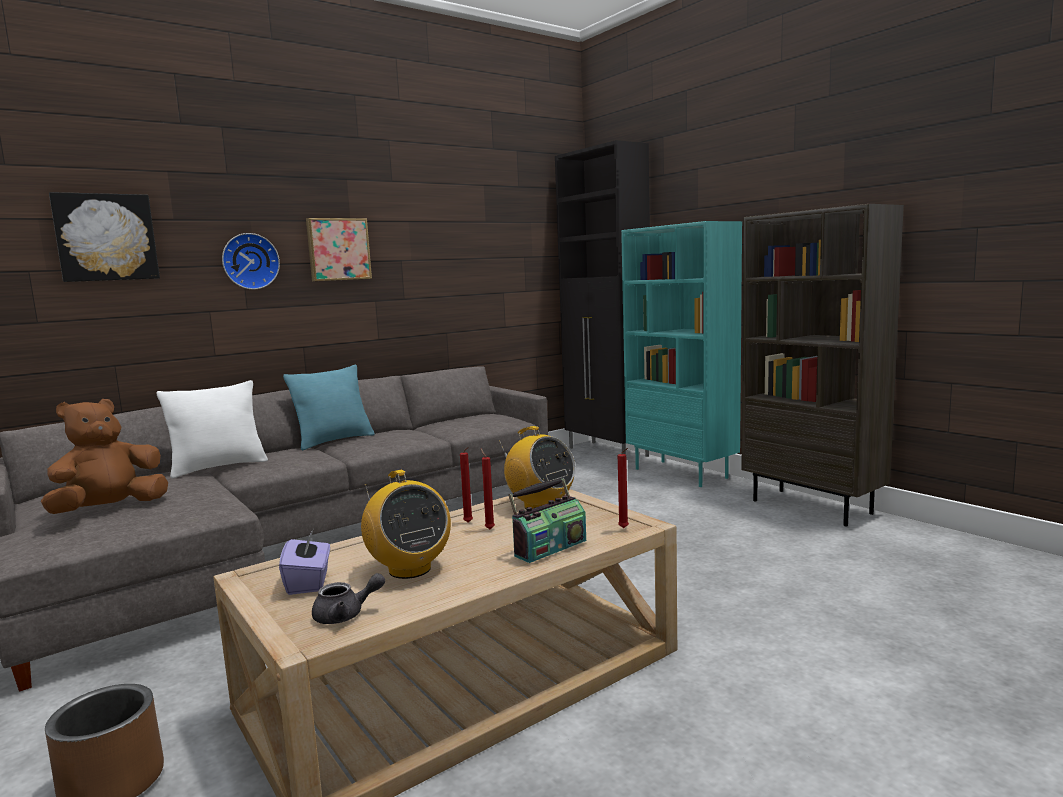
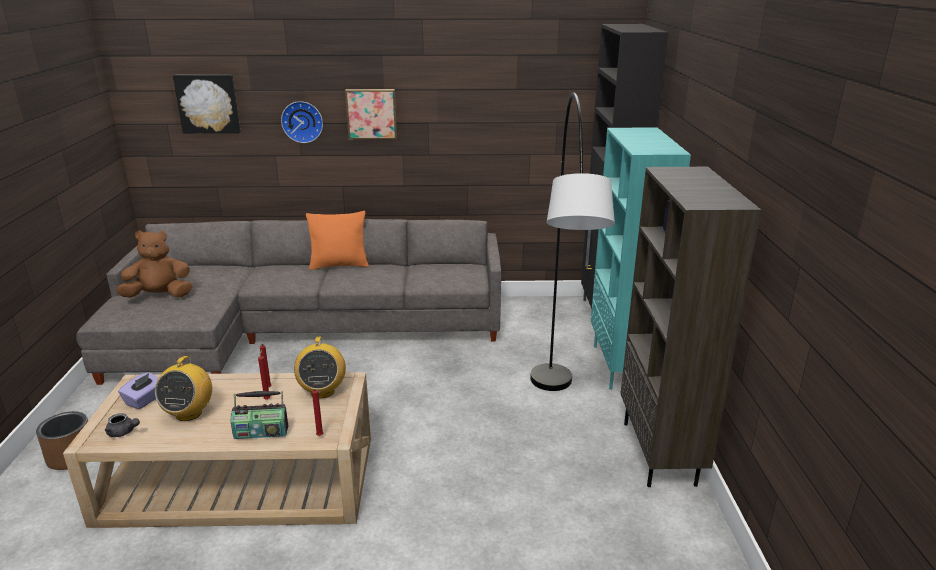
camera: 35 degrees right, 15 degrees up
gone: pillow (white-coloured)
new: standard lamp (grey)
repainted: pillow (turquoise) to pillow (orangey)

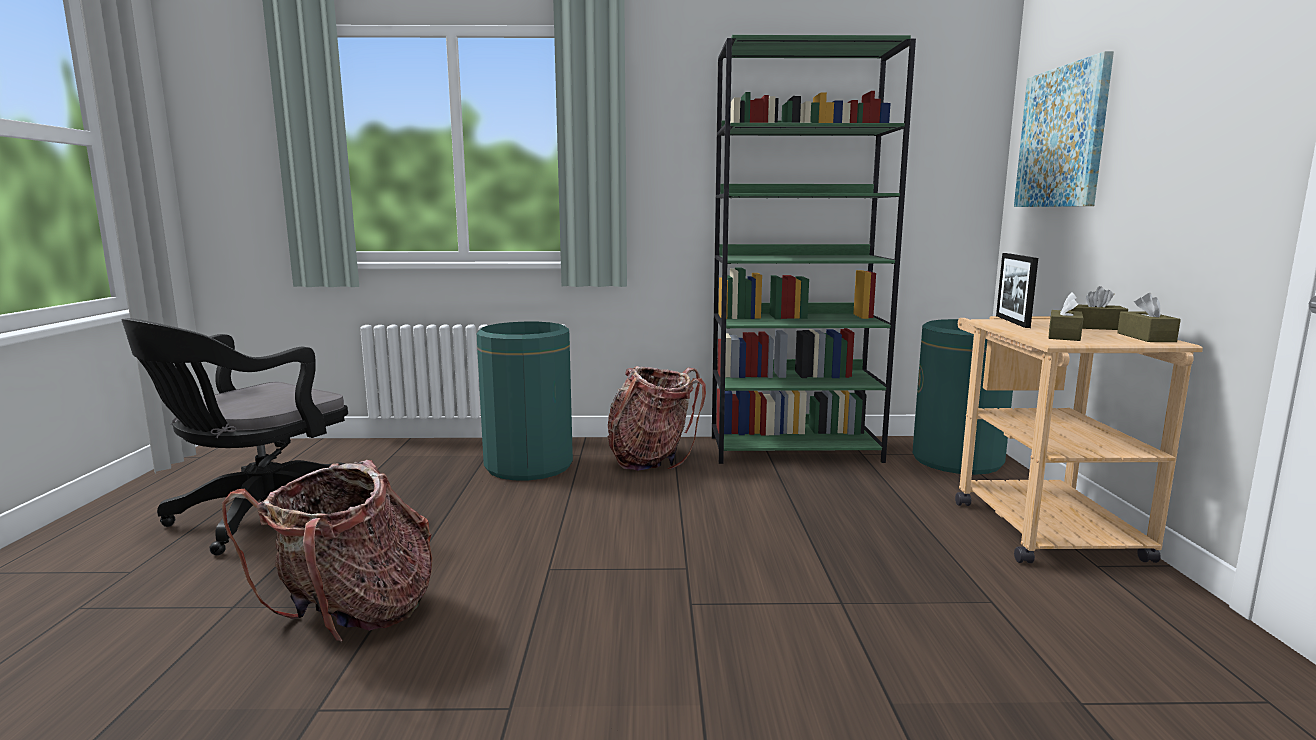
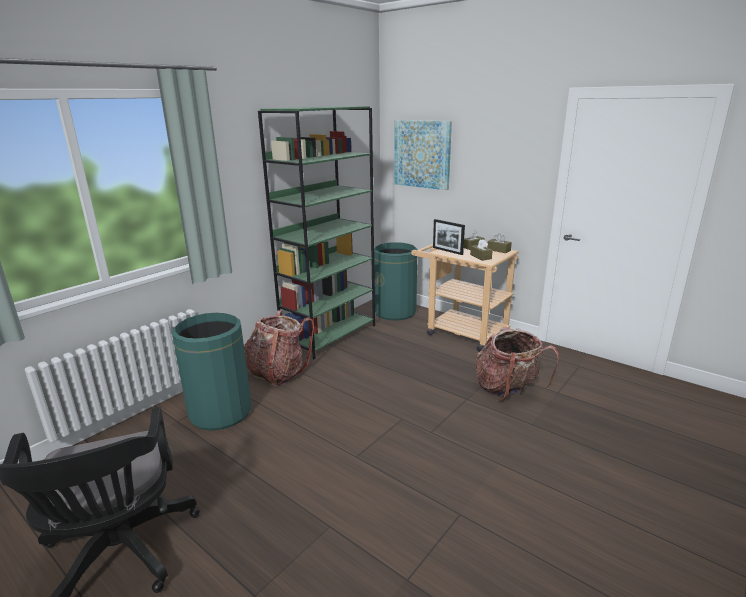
camera: 50 degrees left, 10 degrees up
shifted: rucksack (no. 1 from left in the first image) to rucksack (no. 2 from left)

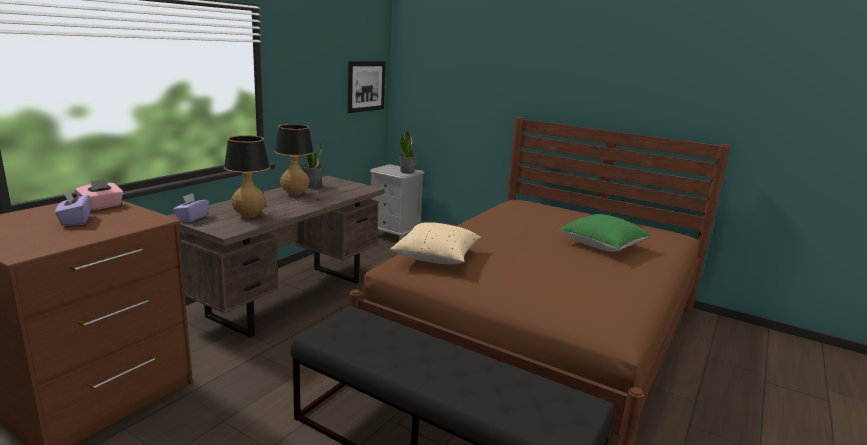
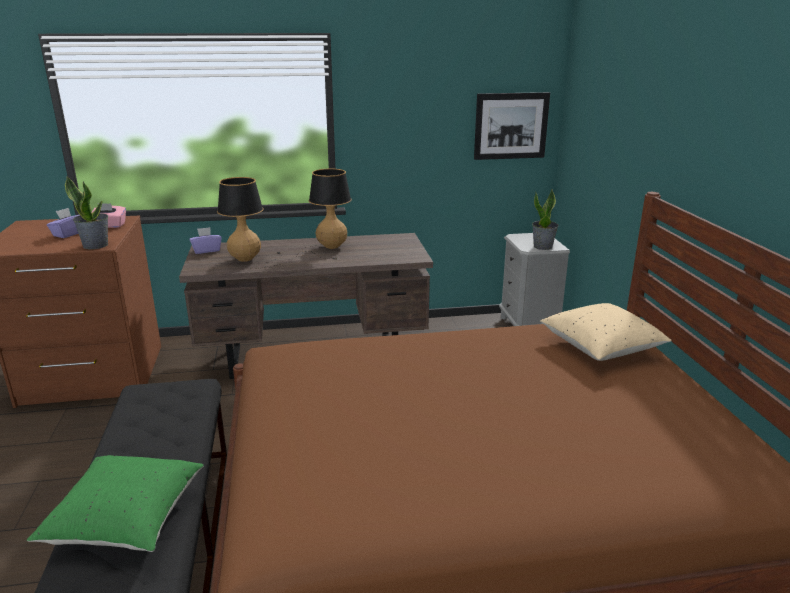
camera: 50 degrees right, 5 degrees up
shifted: pillow (green); potted plant (no. 1 from left); pillow (beige-coloured)

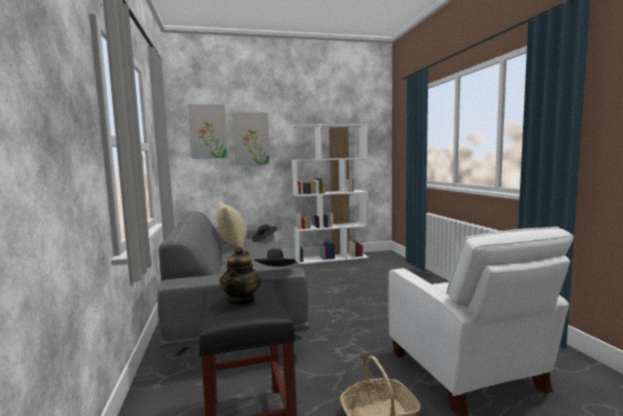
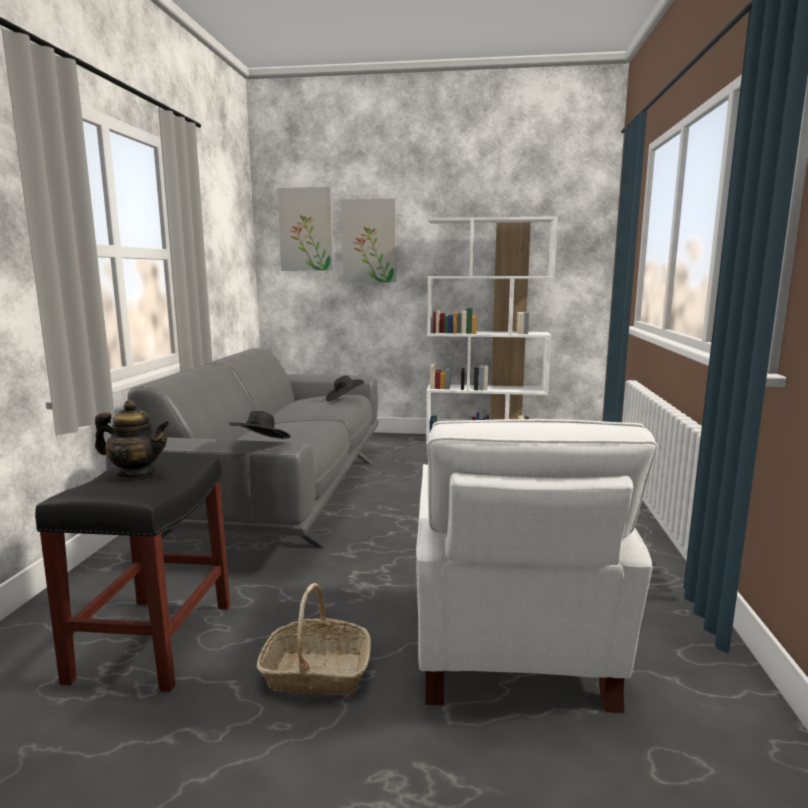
camera: 20 degrees right, 5 degrees up
gone: pillow (beige-coloured)
rotated: teapot 105 degrees counterclockwise

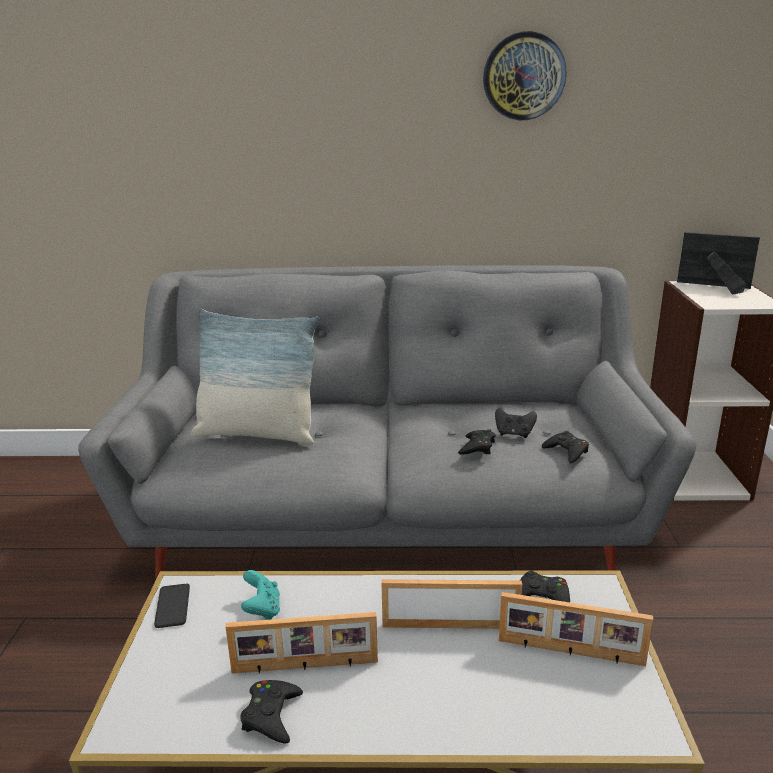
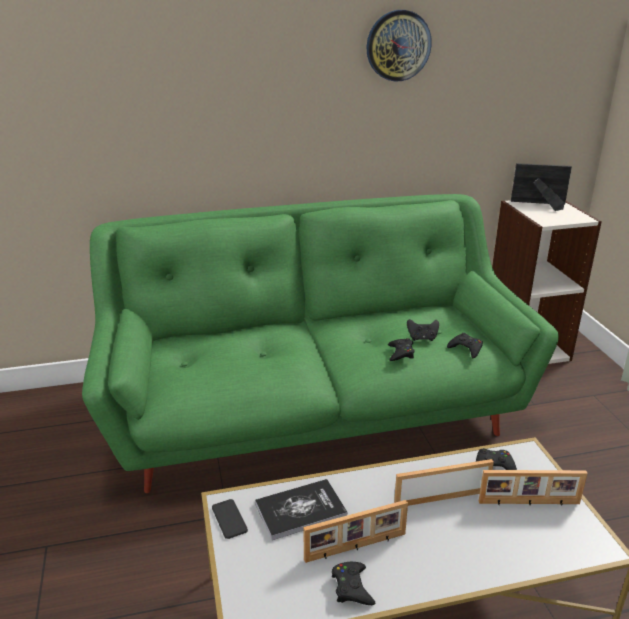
camera: 15 degrees left, 5 degrees up
gone: pillow
swapped: gamepad (turquoise) to bound book
repainted: couch (grey) to couch (green)

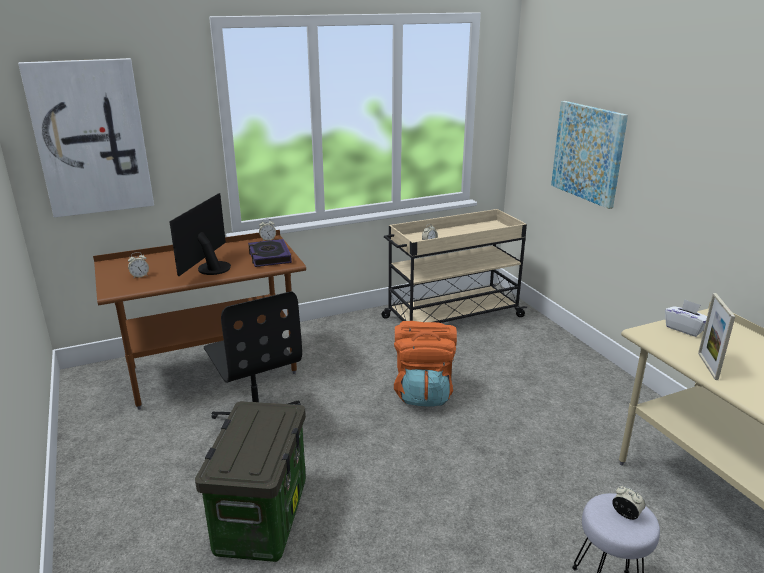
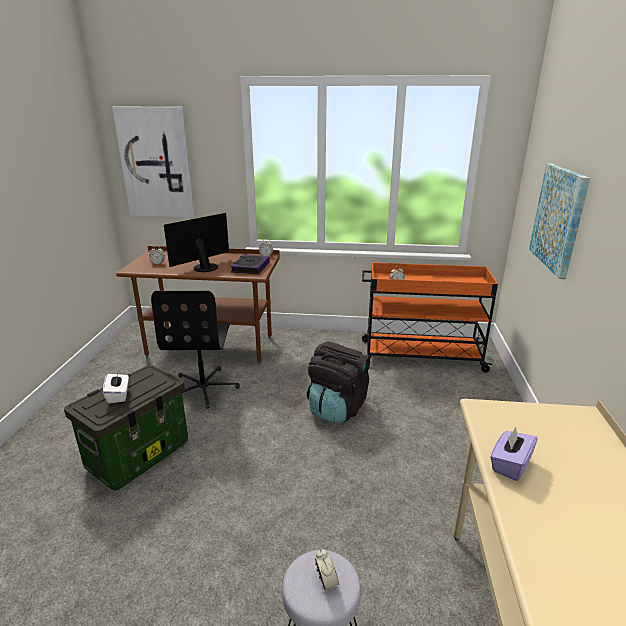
camera: 30 degrees right, 0 degrees up
shifted: box of tissues (white-coloured)
swapped: photo frame to box of tissues (purplish)
repainted: rucksack (orangey) to rucksack (black-coloured); cart (beige-coloured) to cart (orangey)

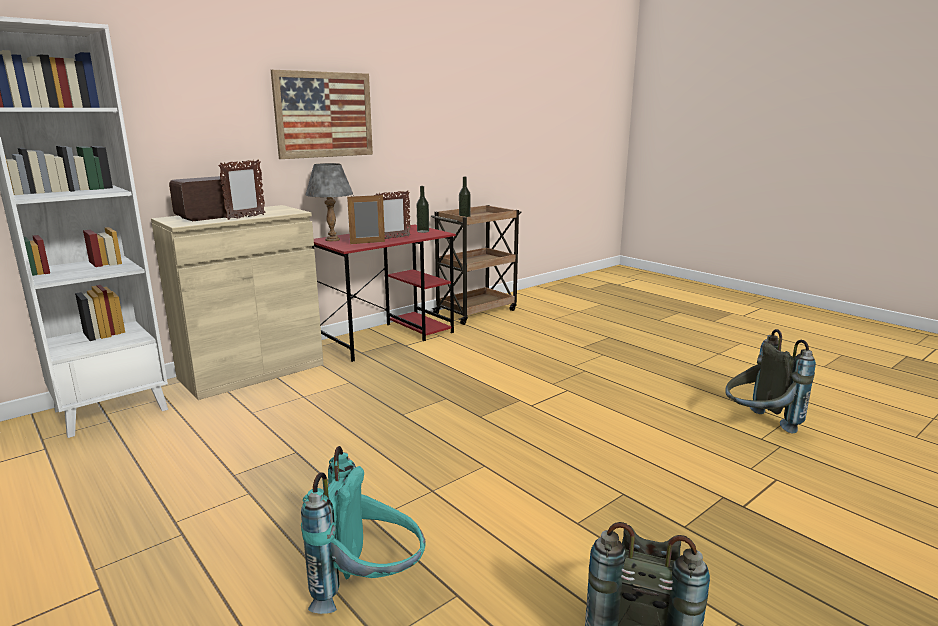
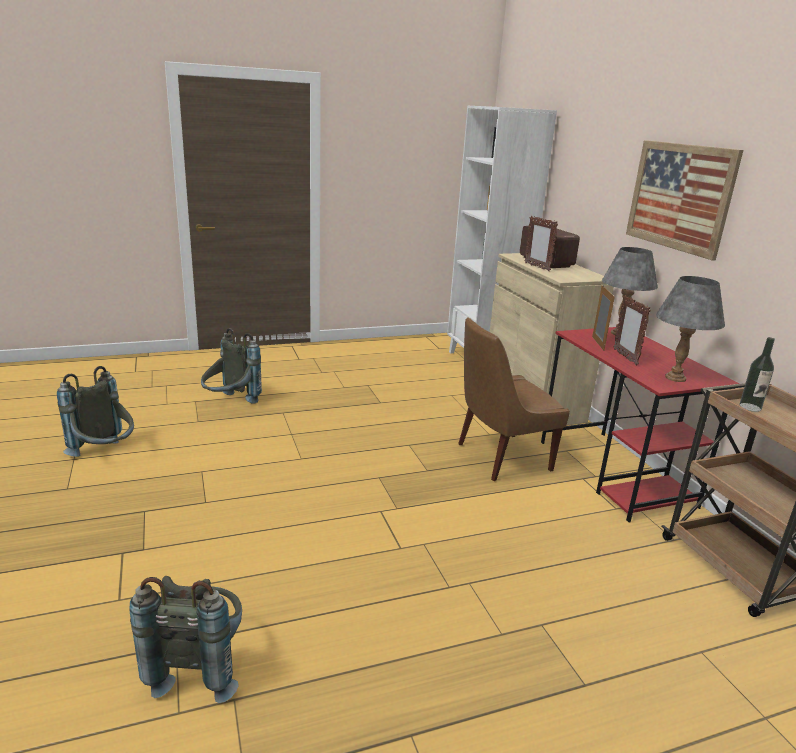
camera: 110 degrees right, 5 degrees up
new: upright chair (brown-coloured)
swapped: bottle (no. 1 from left) to lamp for a table (grey) (no. 2 from left)
repainted: rucksack (turquoise) to rucksack (grey) (no. 3 from left)

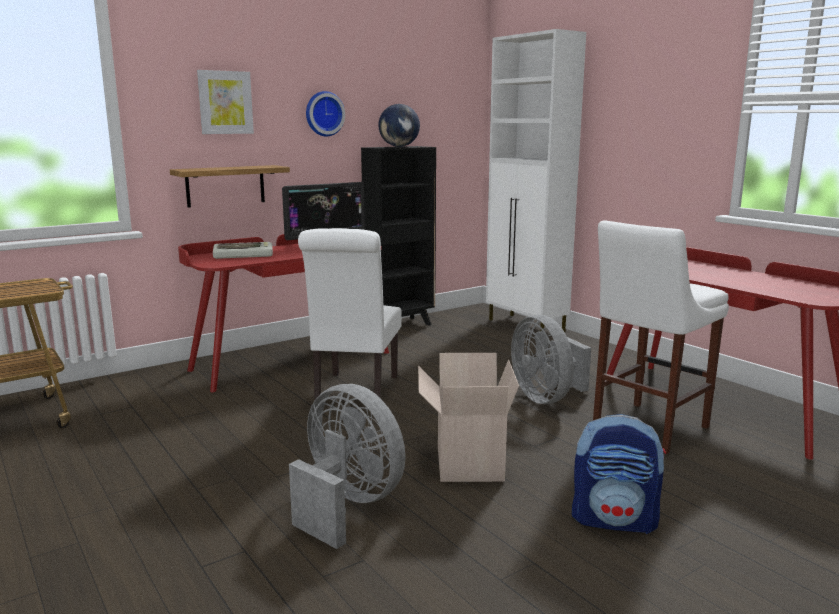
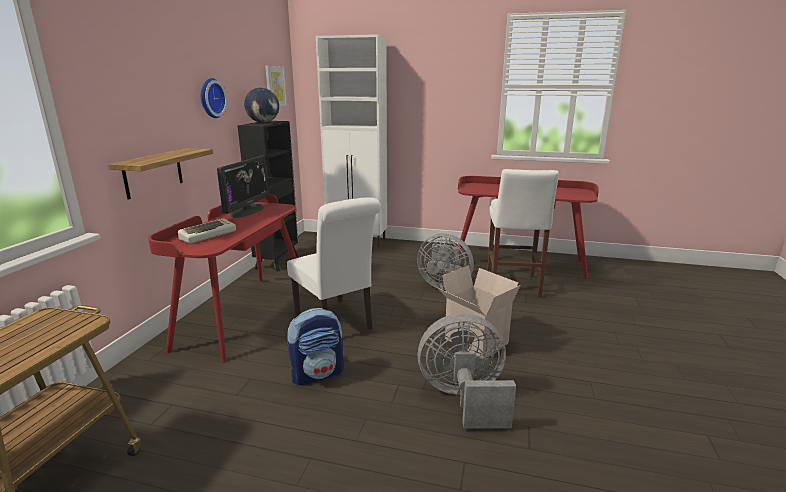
camera: 40 degrees left, 5 degrees up
shifted: wall art; rucksack

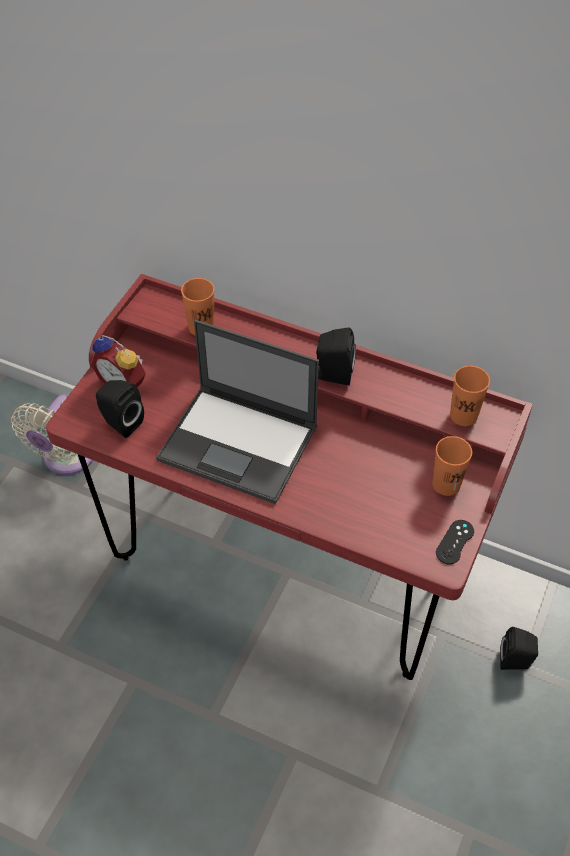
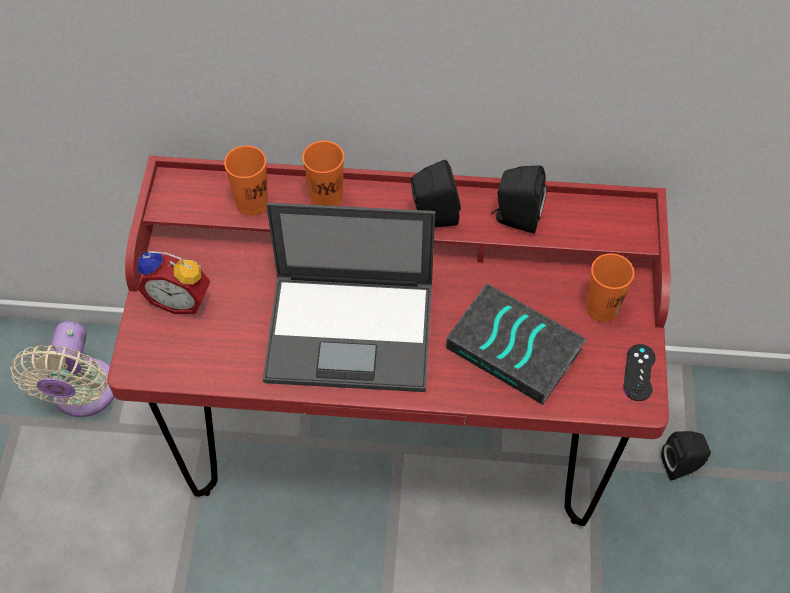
camera: 20 degrees left, 5 degrees up
new: bound book
shifted: drinking cup (orangey) (no. 3 from left in the first image) to drinking cup (orangey) (no. 2 from left); loudspeaker (black-coloured) (no. 1 from left in the first image) to loudspeaker (black-coloured) (no. 2 from left)

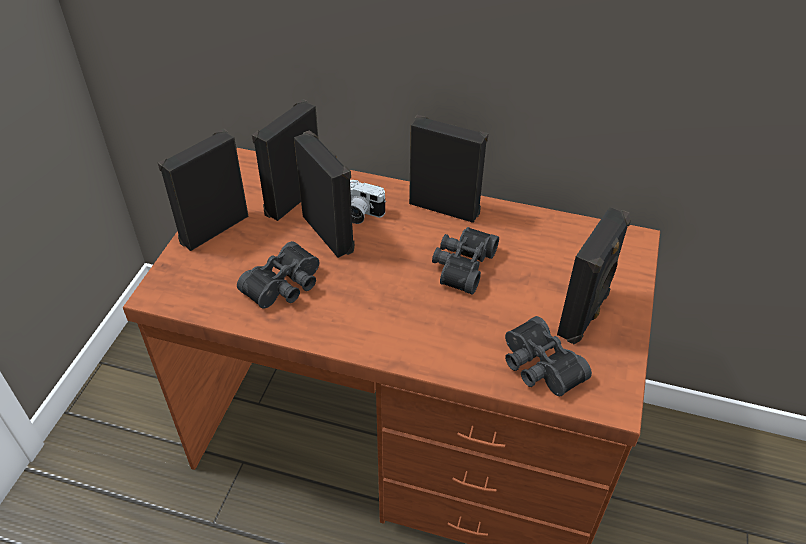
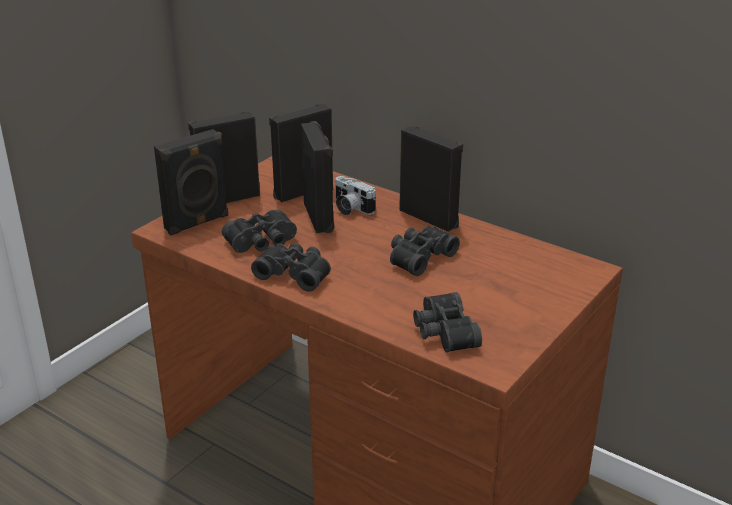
camera: 20 degrees right, 15 degrees down
new: pair of binoculars (black-coloured) (no. 2 from left)
shifted: loudspeaker (black-coloured) (no. 5 from left in the first image) to loudspeaker (black-coloured) (no. 1 from left)

